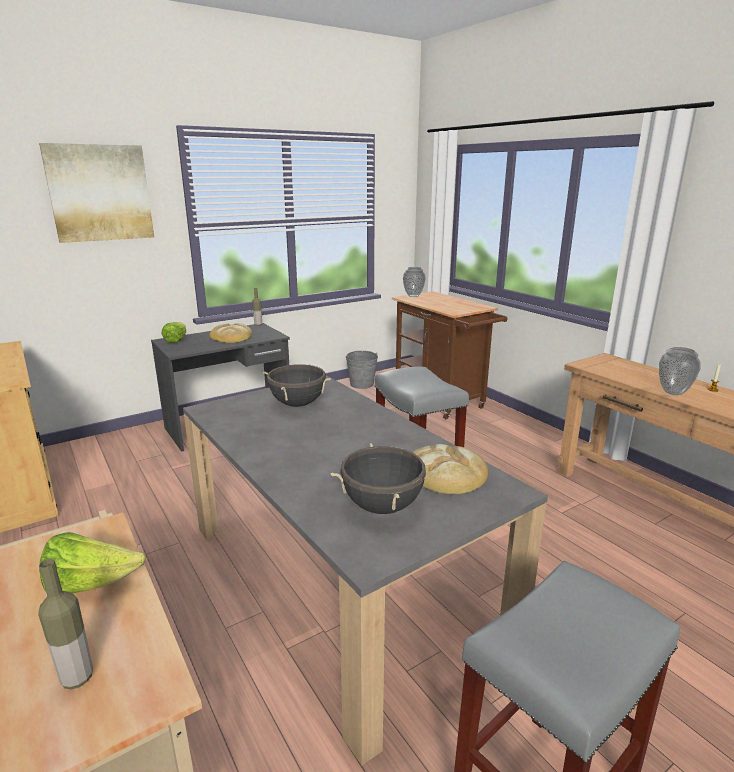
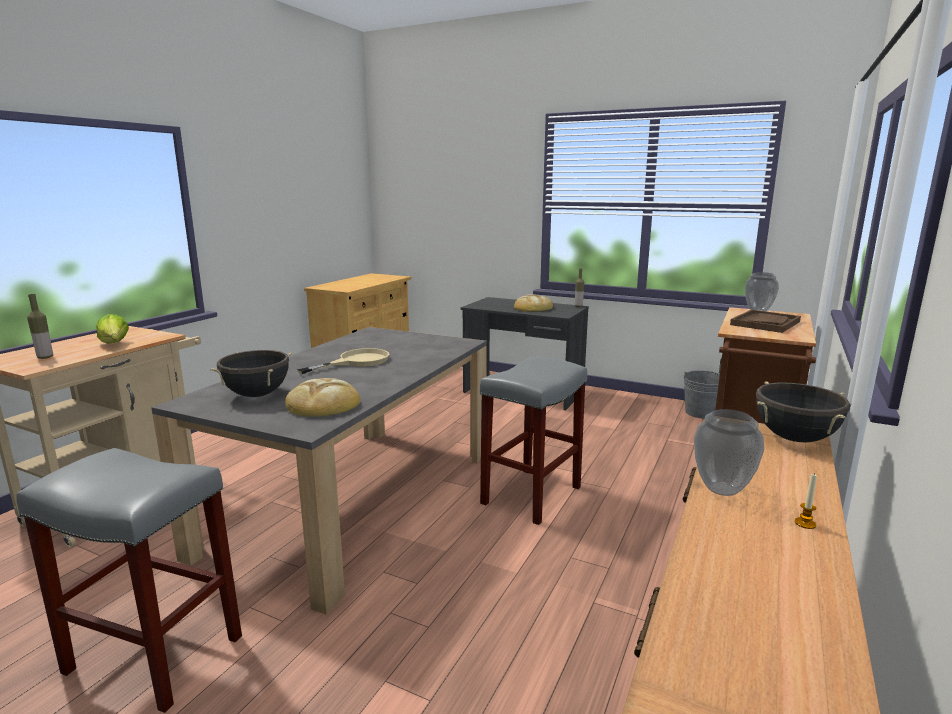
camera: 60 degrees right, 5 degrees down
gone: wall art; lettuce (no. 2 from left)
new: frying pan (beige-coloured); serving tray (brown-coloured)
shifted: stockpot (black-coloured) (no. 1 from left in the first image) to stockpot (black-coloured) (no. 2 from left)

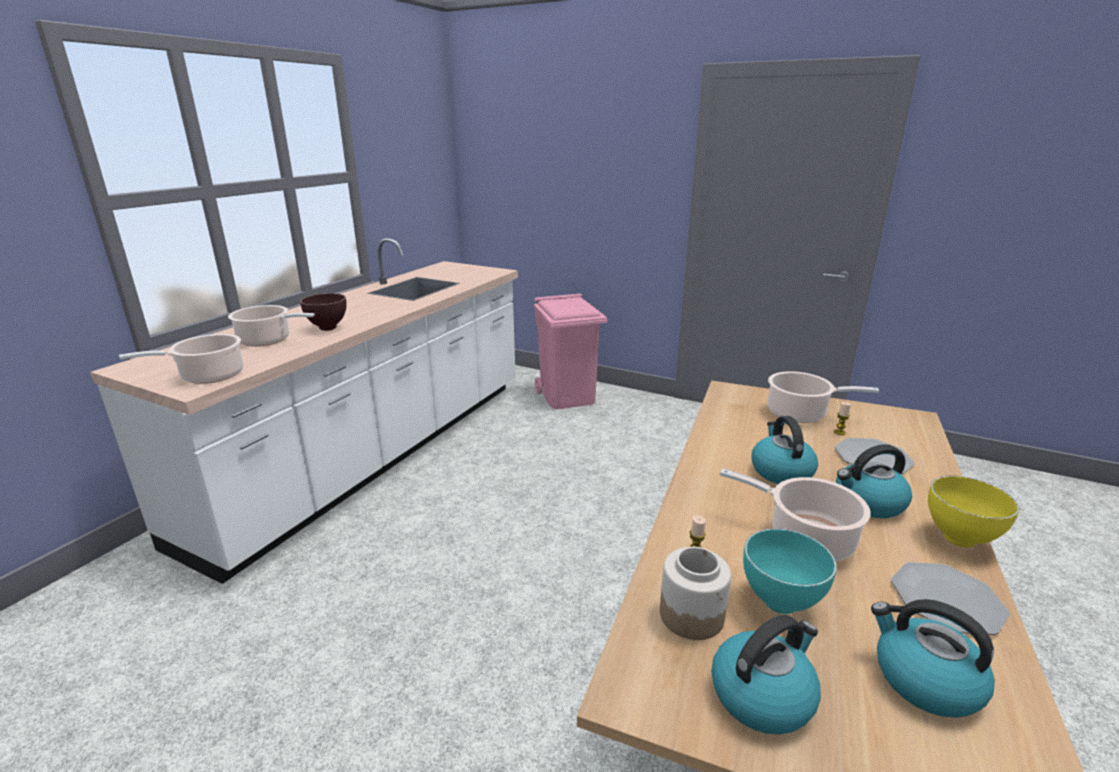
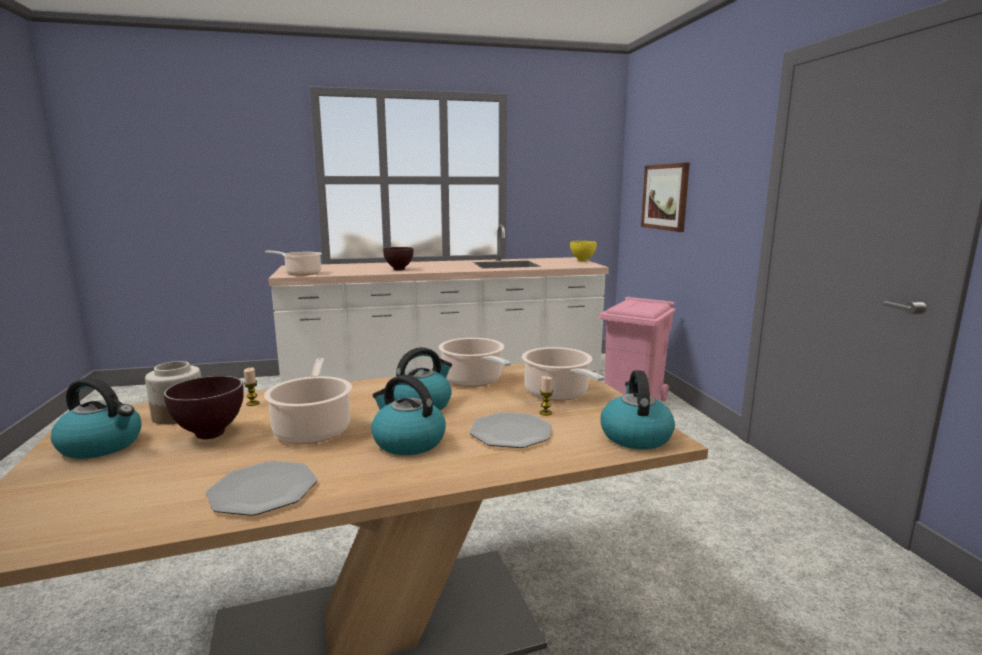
camera: 50 degrees right, 10 degrees down
new: wall art
shifted: stockpot (no. 2 from left in the first image) to stockpot (no. 3 from left); deep dish (yellowish); tea kettle (no. 4 from left)
repainted: deep dish (turquoise) to deep dish (brown-coloured) (no. 1 from left)

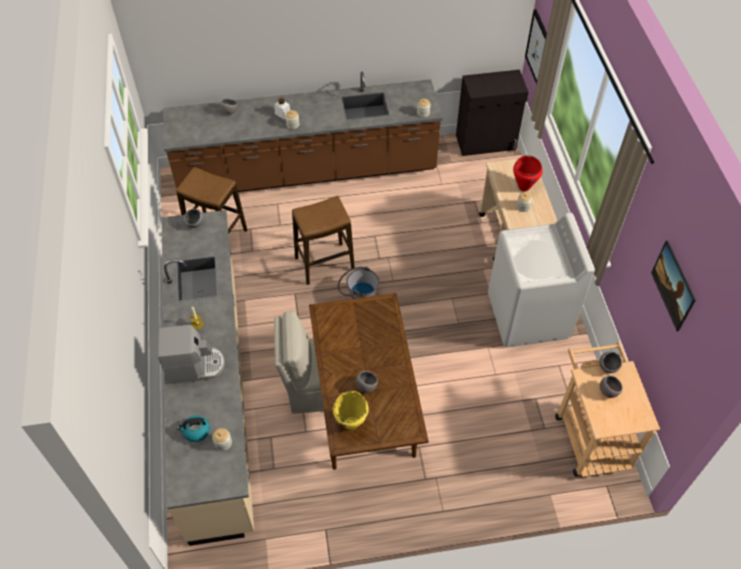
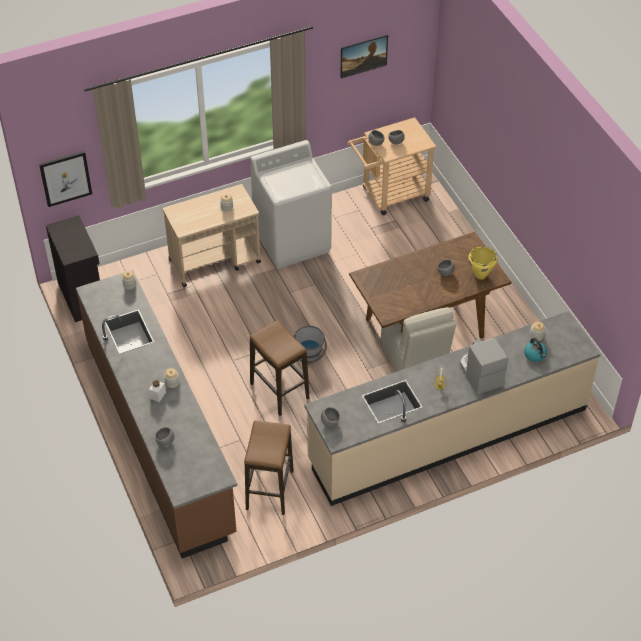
camera: 105 degrees left, 5 degrees down
gone: stockpot (reddish)

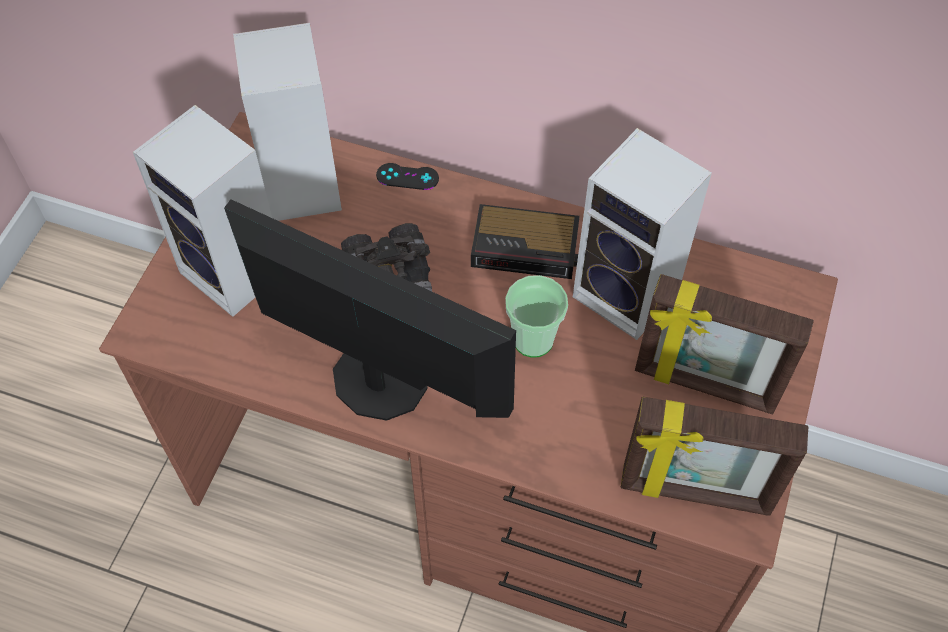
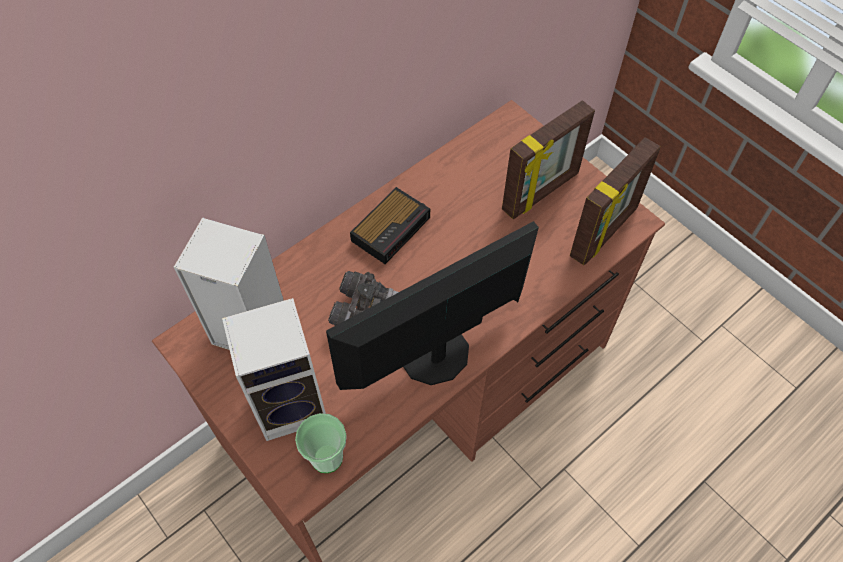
camera: 60 degrees left, 0 degrees up
gone: gamepad (black-coloured); loudspeaker (no. 3 from left)
shifted: drinking cup

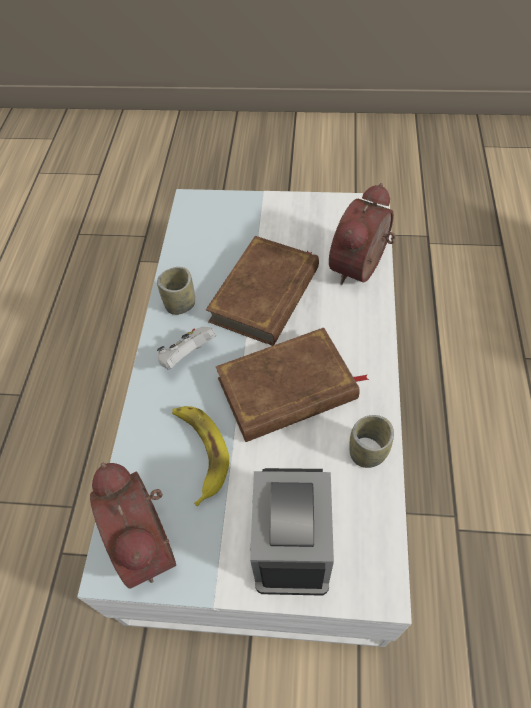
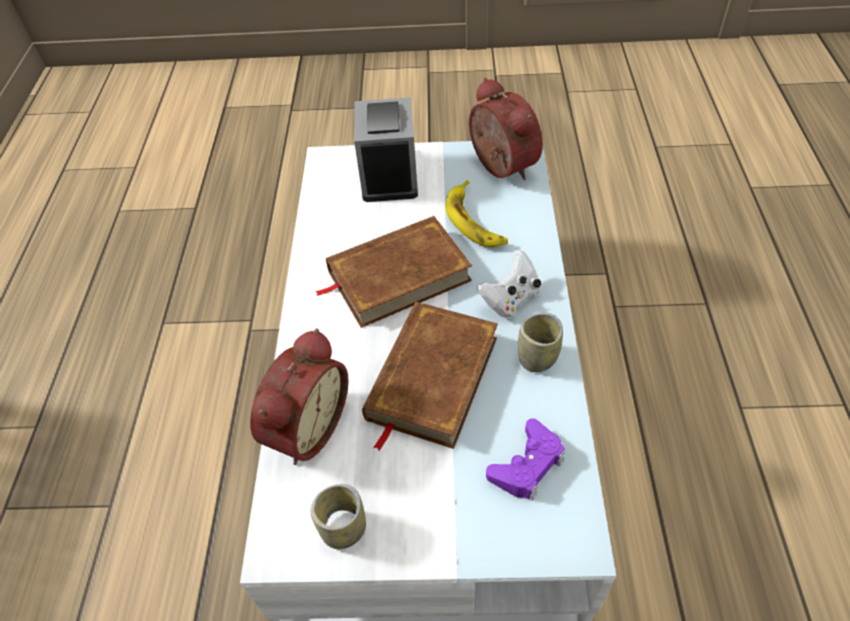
camera: 175 degrees right, 5 degrees down
new: gamepad (purplish)
shifted: drinking cup (no. 2 from left in the first image) to drinking cup (no. 1 from left)

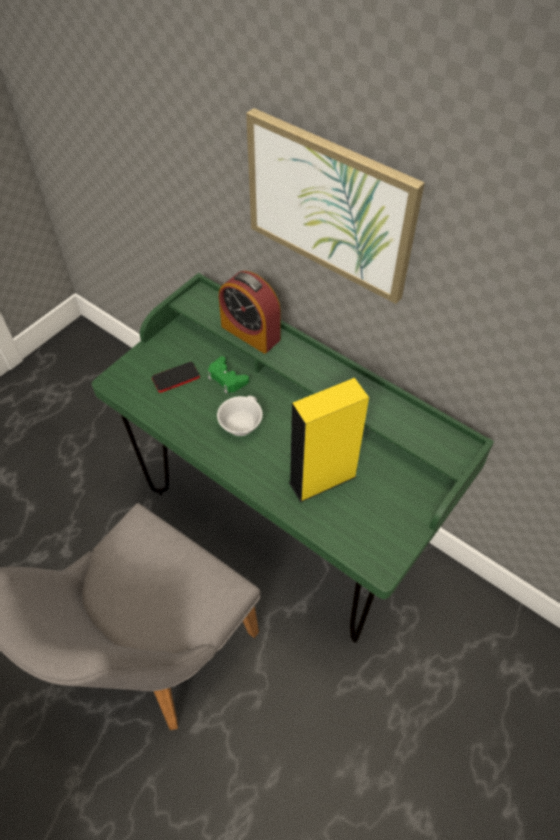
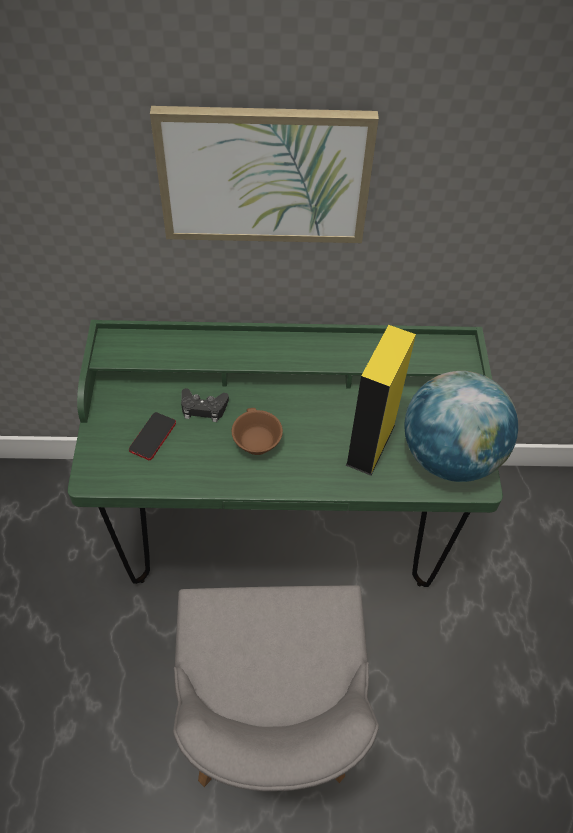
camera: 40 degrees left, 0 degrees up
gone: bedside clock
new: desk globe
repainted: gamepad (green) to gamepad (black-coloured); drinking cup (white-coloured) to drinking cup (brown-coloured)

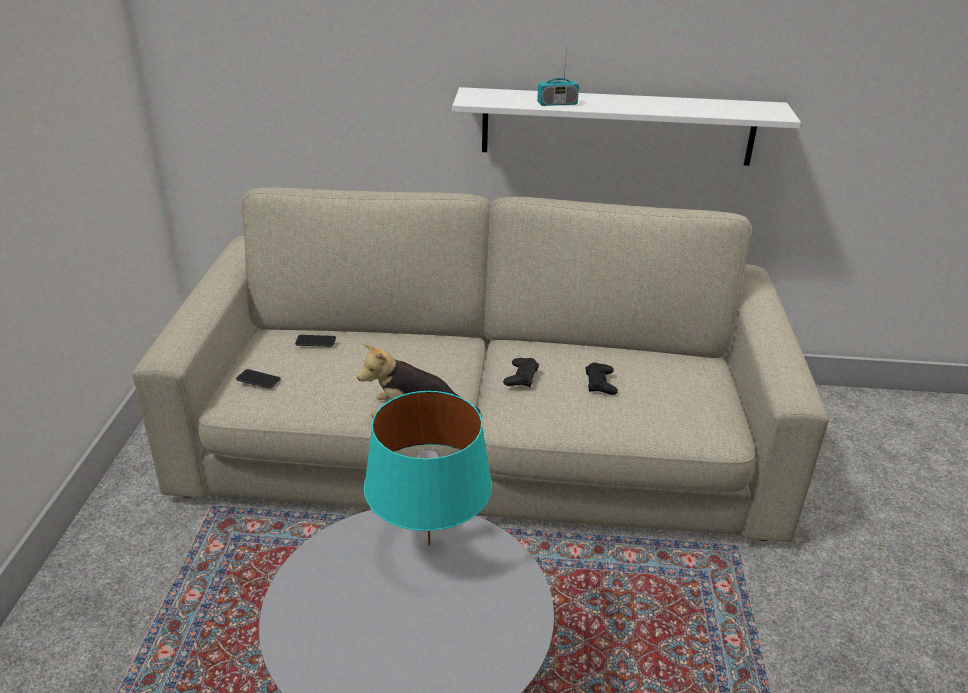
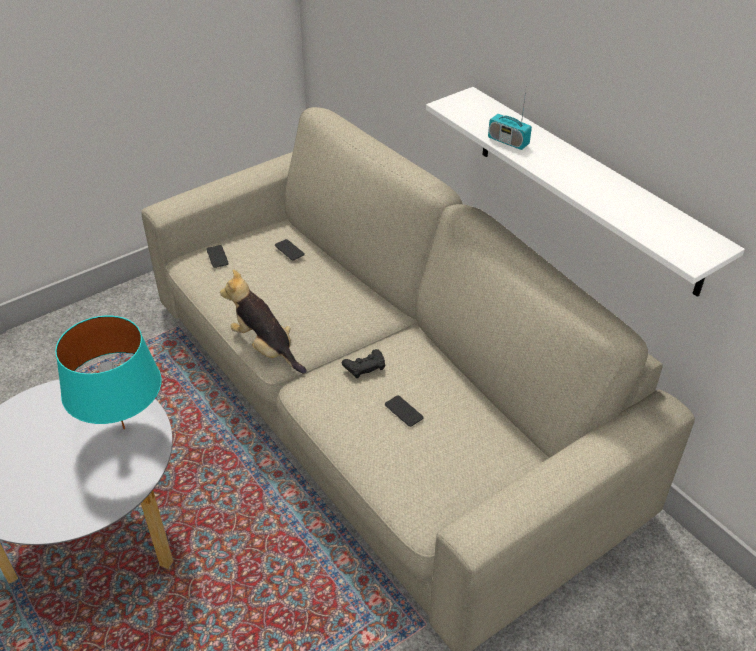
camera: 50 degrees right, 10 degrees up
swapped: gamepad (black-coloured) (no. 2 from left) to handset (no. 3 from left)

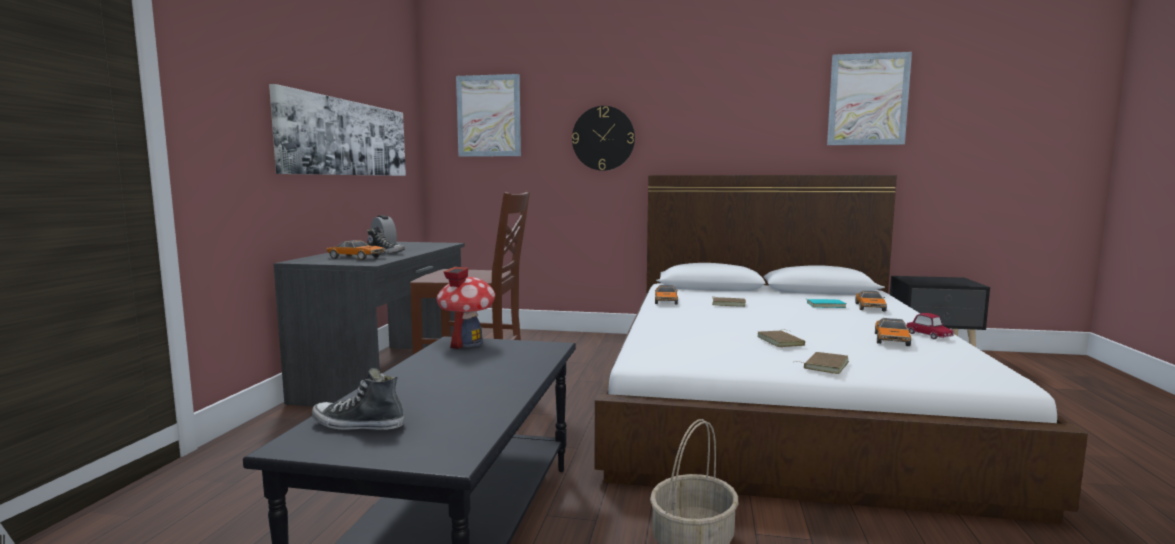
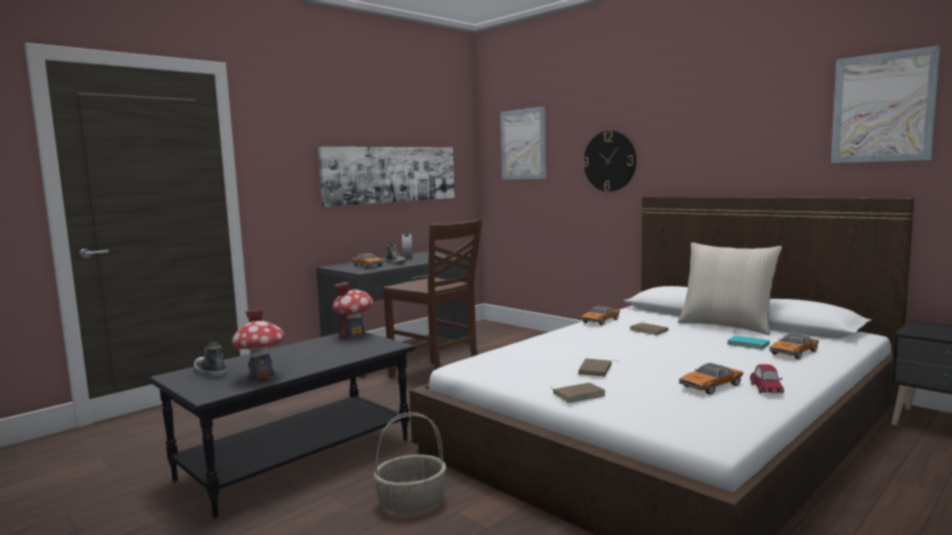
camera: 35 degrees right, 0 degrees up
new: toy house (no. 1 from left); pillow (beige-coloured)

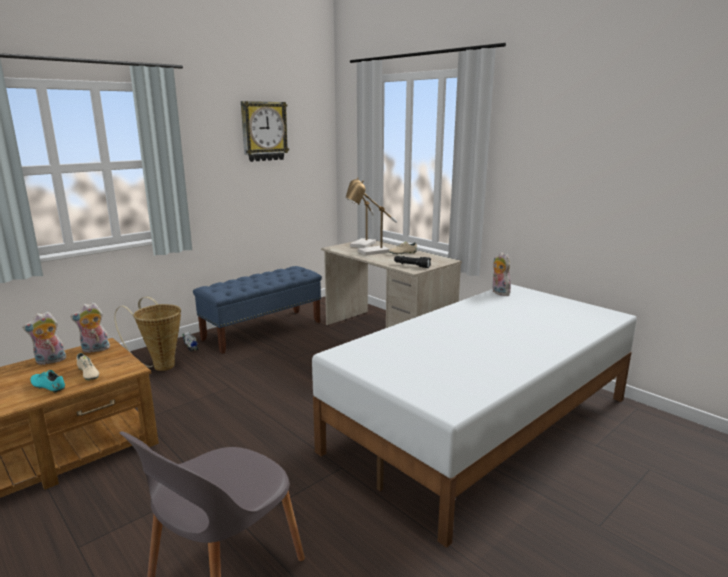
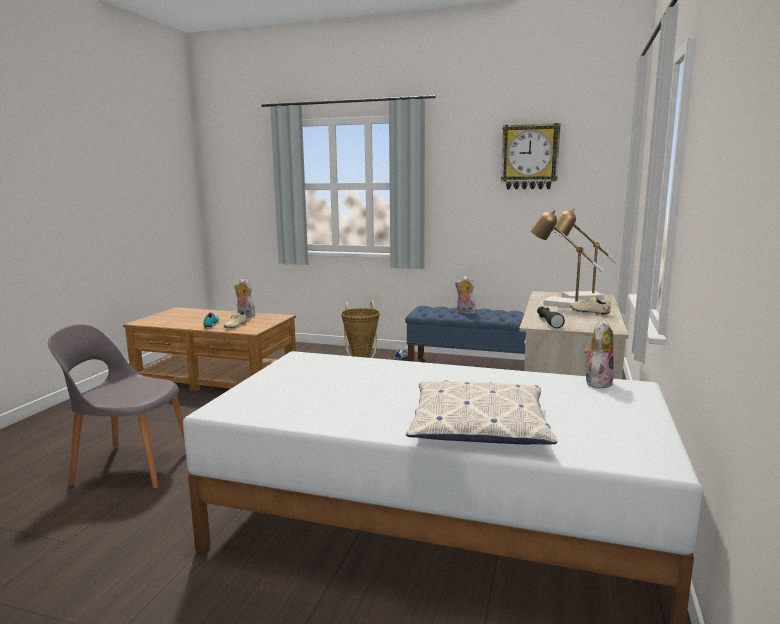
camera: 60 degrees right, 5 degrees down
new: pillow
shifted: plush toy (no. 2 from left)

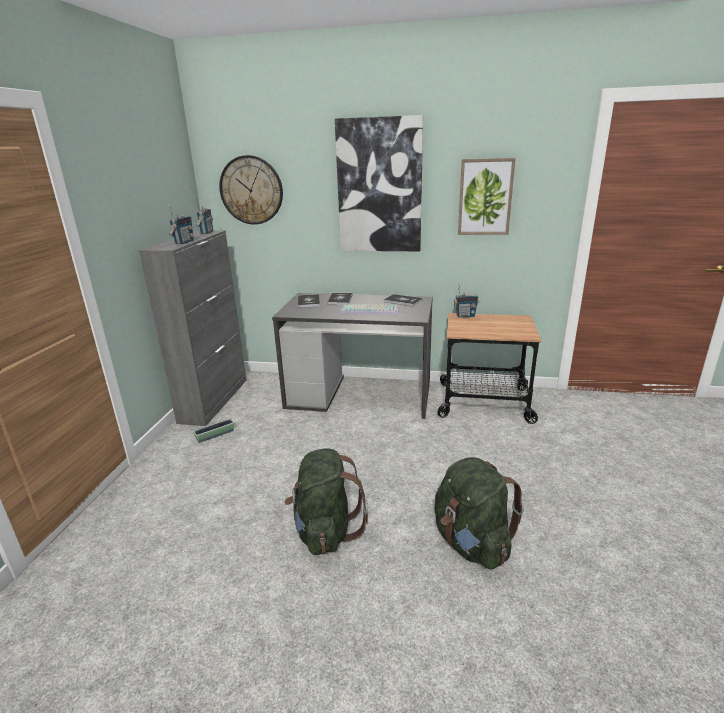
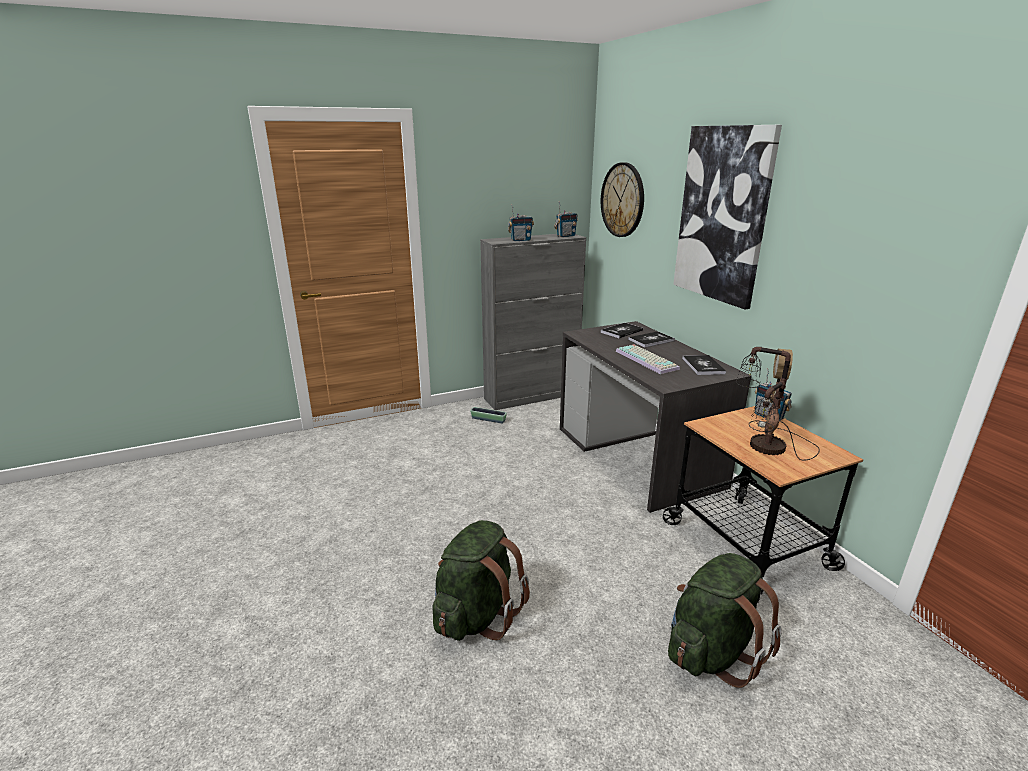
camera: 55 degrees right, 0 degrees up
gone: wall art (no. 2 from left)
new: lamp for a table
shifted: rucksack (green) (no. 1 from left in the first image) to rucksack (green) (no. 2 from left)

